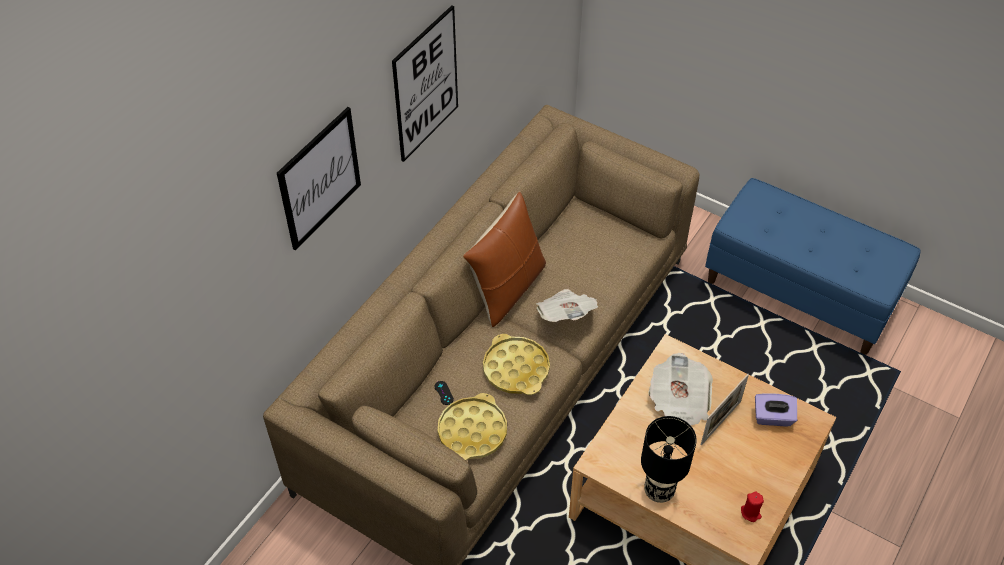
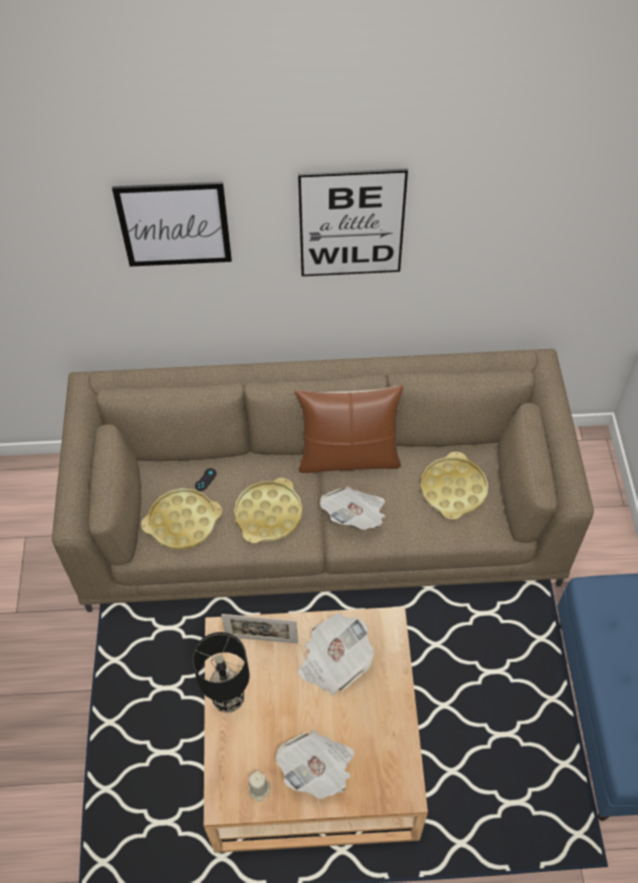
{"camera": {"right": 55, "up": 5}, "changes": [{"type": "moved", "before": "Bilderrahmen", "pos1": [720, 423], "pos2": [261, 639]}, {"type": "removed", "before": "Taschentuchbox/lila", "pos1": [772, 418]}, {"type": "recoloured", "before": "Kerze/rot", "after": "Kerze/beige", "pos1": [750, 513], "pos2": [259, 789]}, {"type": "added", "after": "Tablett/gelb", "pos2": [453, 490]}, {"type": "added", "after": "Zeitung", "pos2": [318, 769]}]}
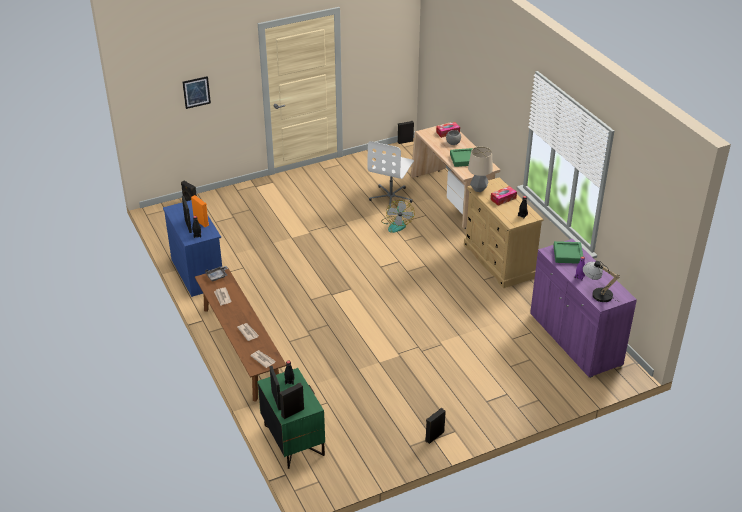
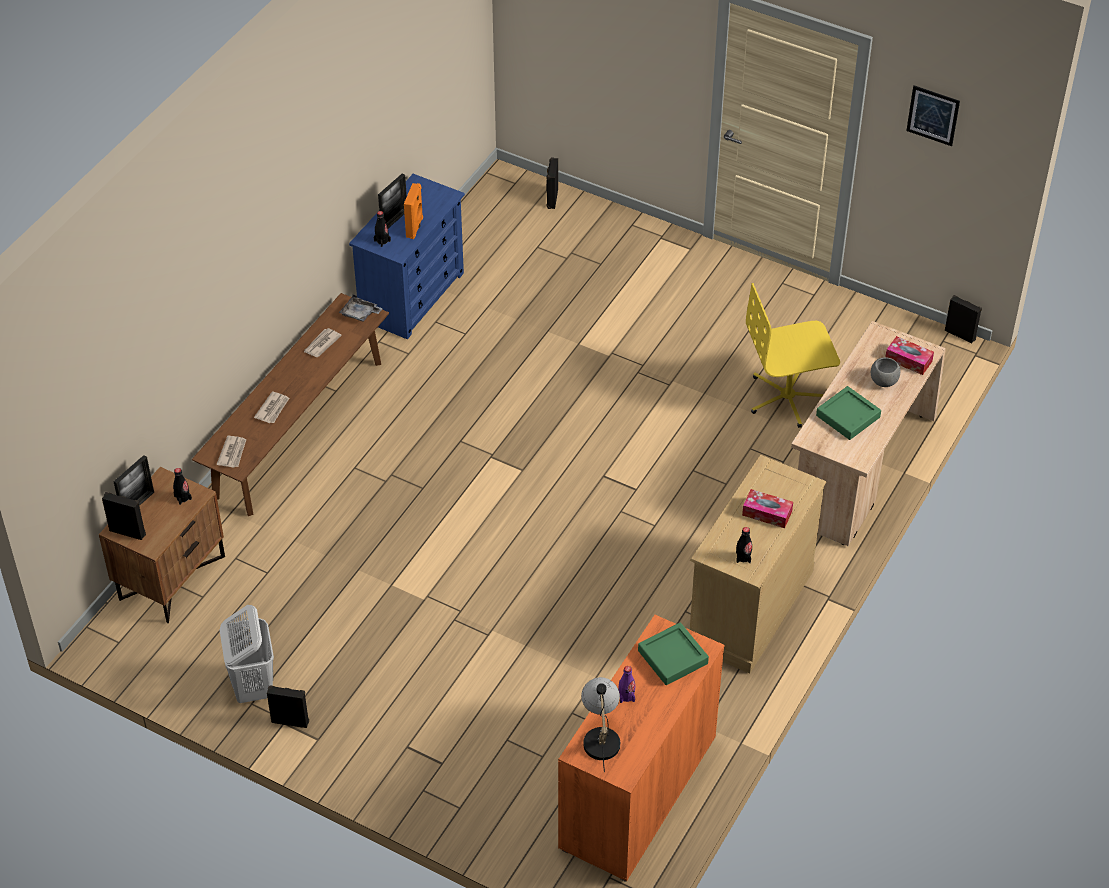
{"camera": {"right": 55, "up": 10}, "changes": [{"type": "moved", "before": "Bild", "pos1": [196, 92], "pos2": [933, 115]}, {"type": "recoloured", "before": "Bürostuhl/weiß", "after": "Bürostuhl/gelb", "pos1": [391, 197], "pos2": [788, 398]}, {"type": "removed", "before": "Tischlampe", "pos1": [478, 189]}, {"type": "removed", "before": "Ventilator", "pos1": [397, 224]}, {"type": "recoloured", "before": "Schrank/lila", "after": "Schrank/orange", "pos1": [575, 339], "pos2": [637, 793]}, {"type": "recoloured", "before": "Nachttisch/grün", "after": "Nachttisch/braun", "pos1": [293, 440], "pos2": [171, 577]}, {"type": "added", "after": "Wäschekorb/weiß", "pos2": [253, 686]}]}
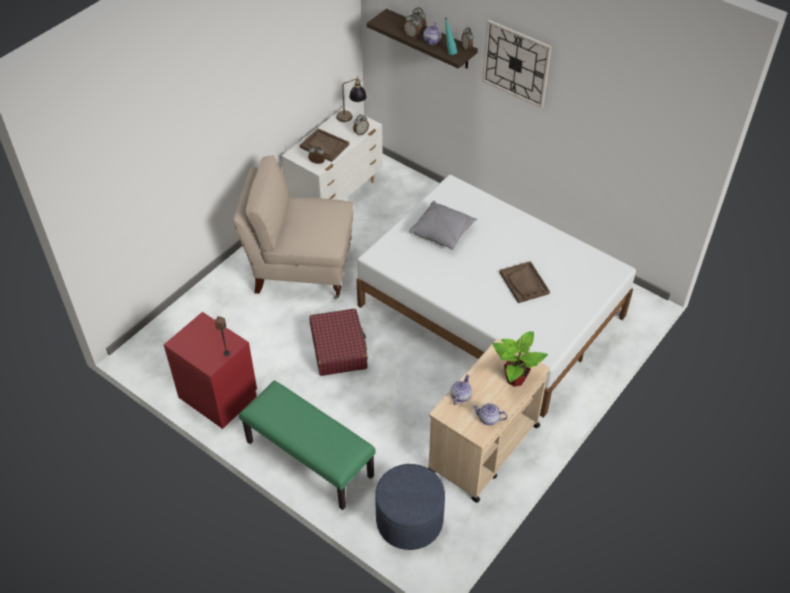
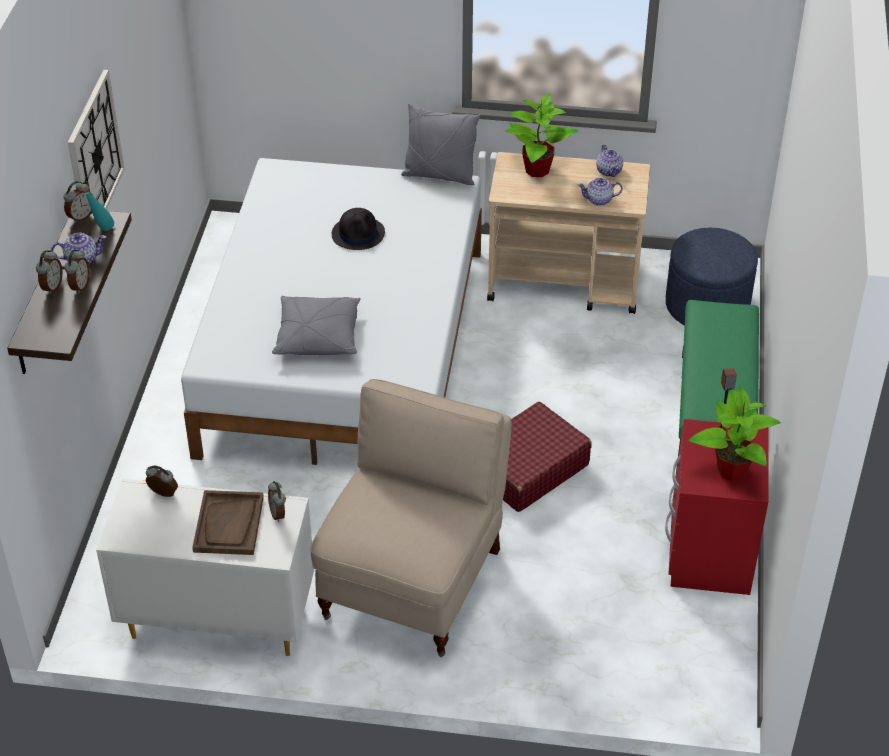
{"camera": {"right": -120, "up": -5}, "changes": [{"type": "removed", "before": "Tischlampe", "pos1": [351, 117]}, {"type": "turned", "before": "Stuhl/beige", "pos1": [301, 269], "pos2": [413, 582], "turn": -135}, {"type": "replaced", "before": "Tablett/braun", "after": "Hut/schwarz", "pos1": [524, 283], "pos2": [358, 234]}, {"type": "added", "after": "Kissen/grau", "pos2": [439, 175]}, {"type": "added", "after": "Topfpflanze", "pos2": [731, 470]}]}
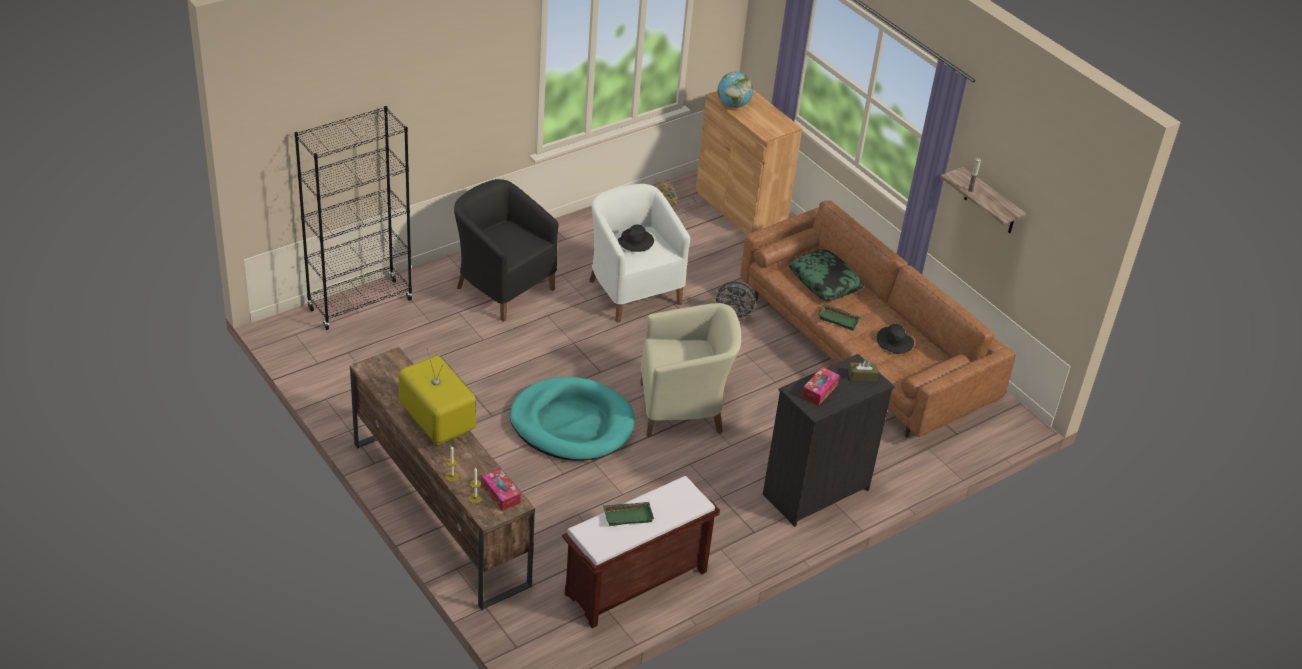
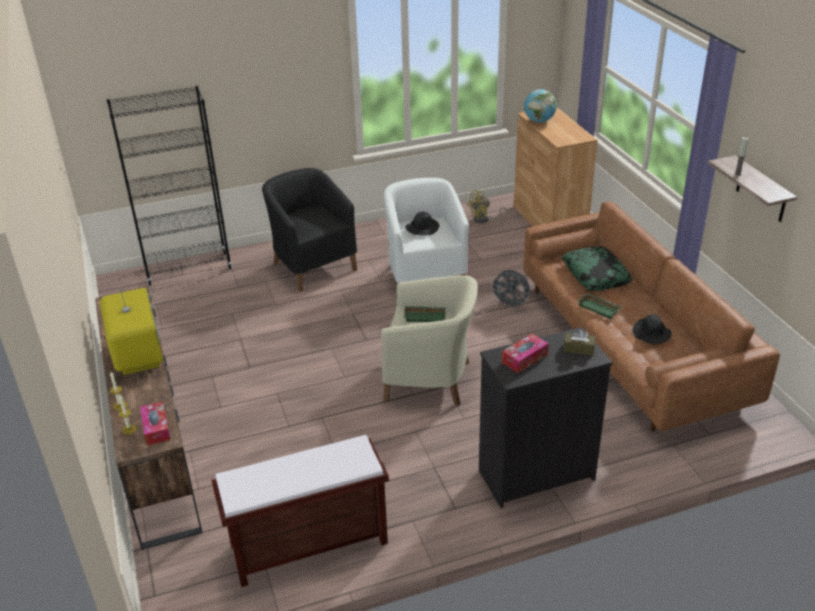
{"camera": {"right": 20, "up": -5}, "changes": [{"type": "removed", "before": "Hundebett/türkis", "pos1": [572, 423]}, {"type": "moved", "before": "Tablett/grün", "pos1": [628, 515], "pos2": [425, 316]}]}
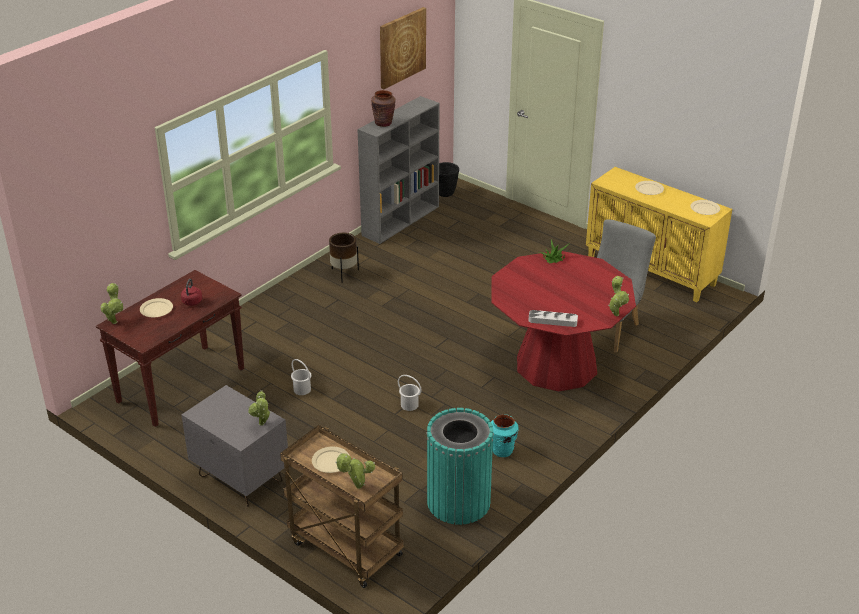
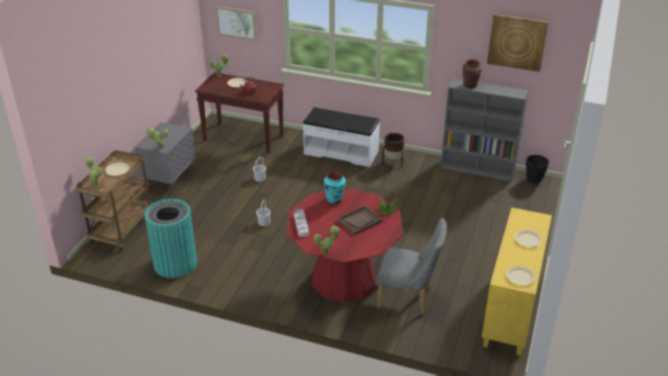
{"camera": {"right": 70, "up": 0}, "changes": [{"type": "moved", "before": "Vase/türkis", "pos1": [502, 451], "pos2": [334, 199]}, {"type": "added", "after": "Bild", "pos2": [237, 22]}, {"type": "added", "after": "Bank/weiß", "pos2": [341, 152]}, {"type": "added", "after": "Tablett/braun", "pos2": [359, 221]}]}
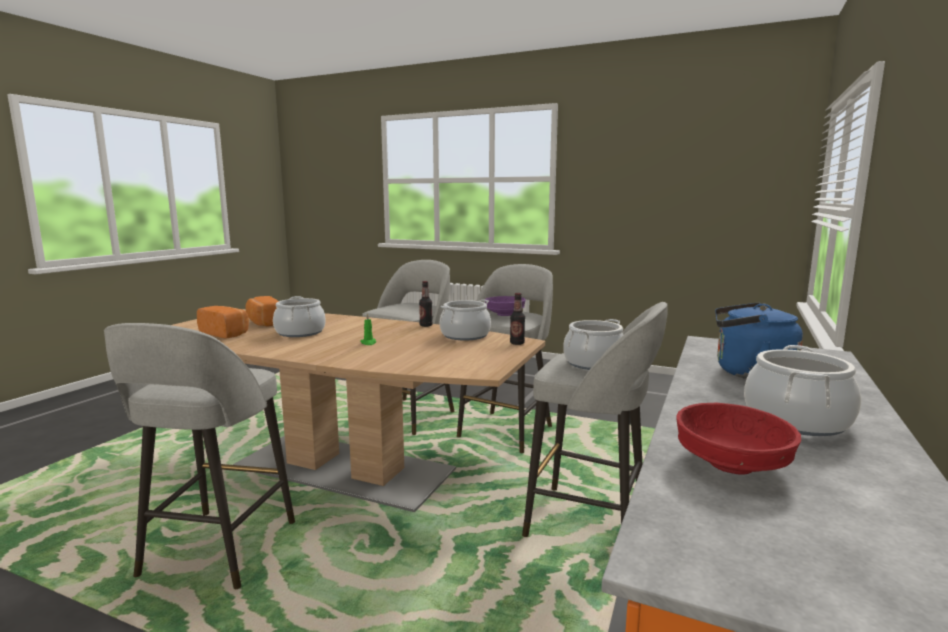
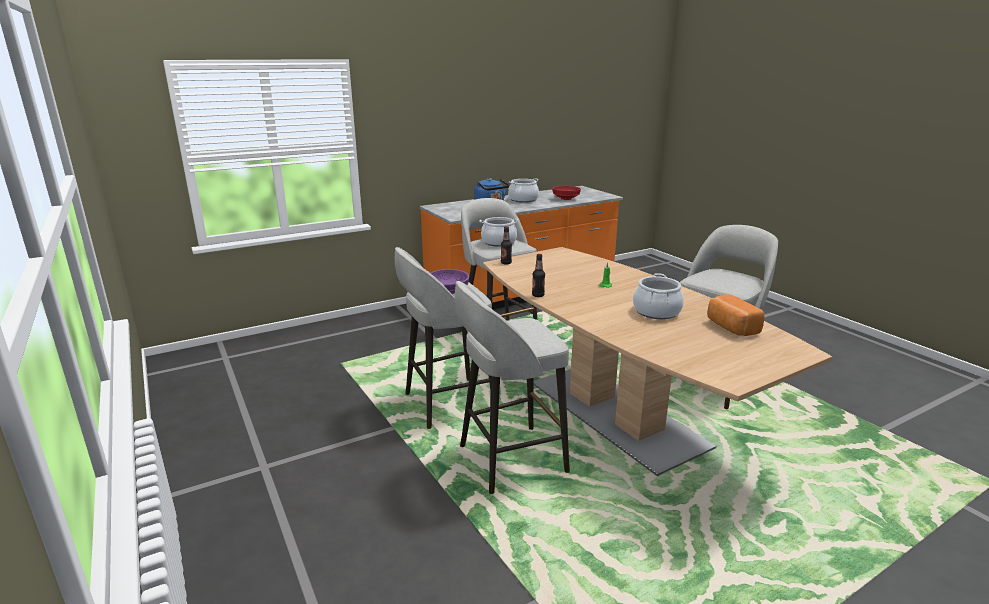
{"camera": {"right": -145, "up": 10}, "changes": [{"type": "removed", "before": "Brot", "pos1": [263, 323]}, {"type": "removed", "before": "Kochtopf", "pos1": [465, 335]}]}
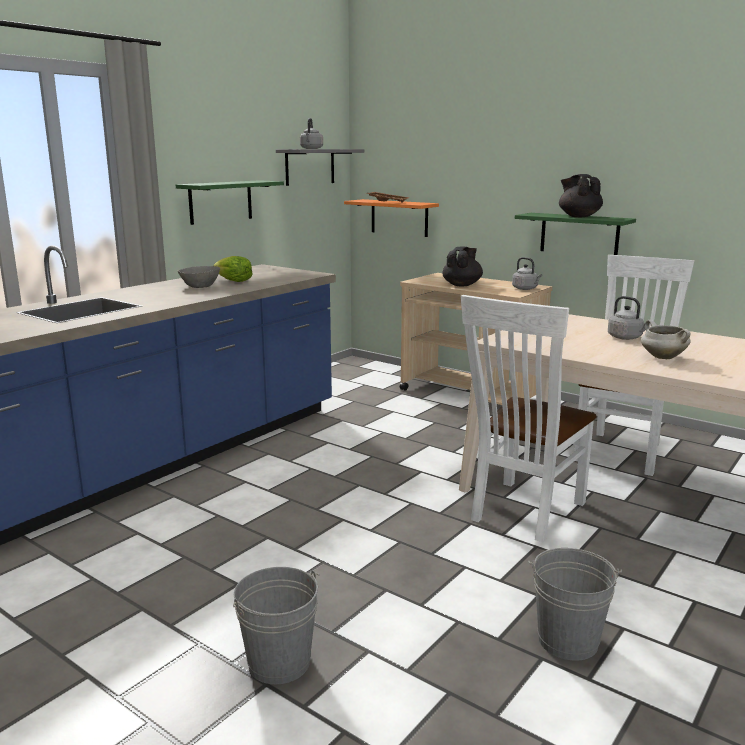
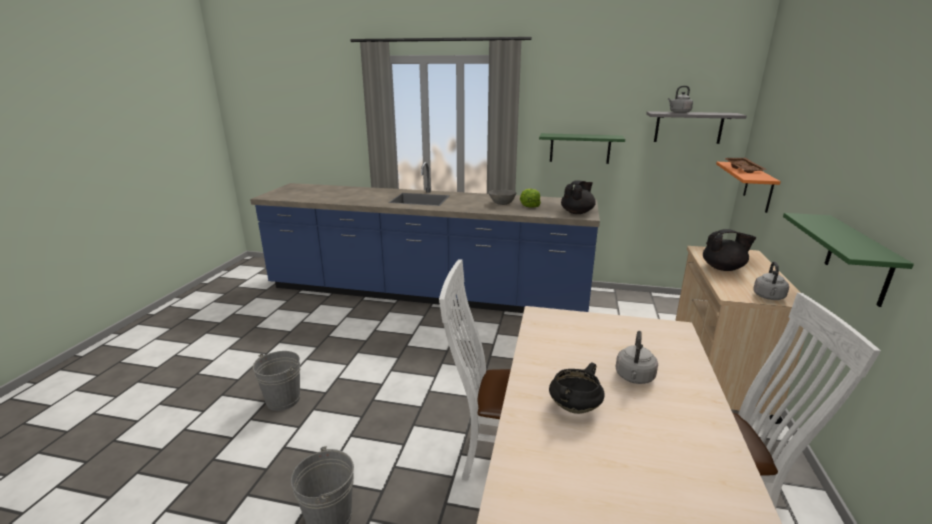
{"camera": {"right": 65, "up": 5}, "changes": [{"type": "moved", "before": "Teekanne/schwarz", "pos1": [578, 216], "pos2": [577, 212]}, {"type": "recoloured", "before": "Kochtopf/weiß", "after": "Kochtopf/schwarz", "pos1": [662, 357], "pos2": [574, 406]}]}
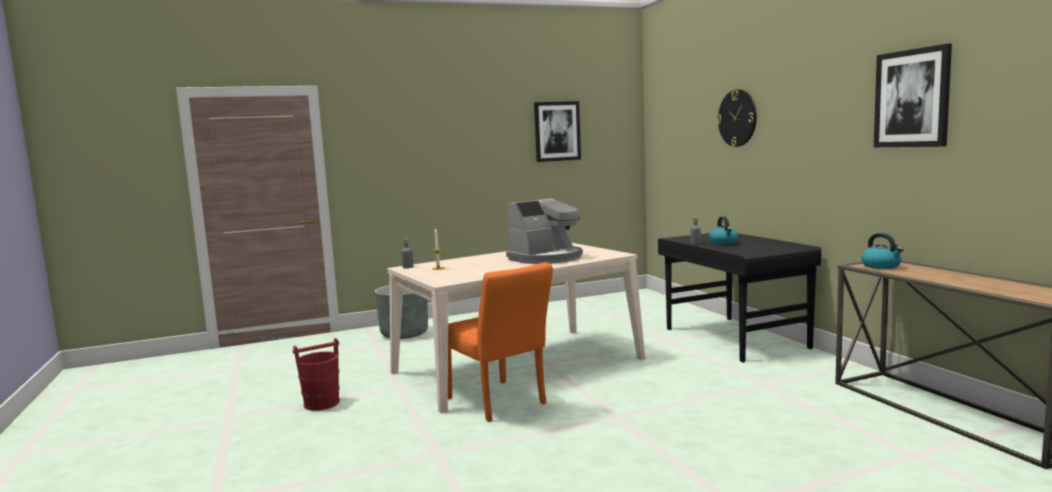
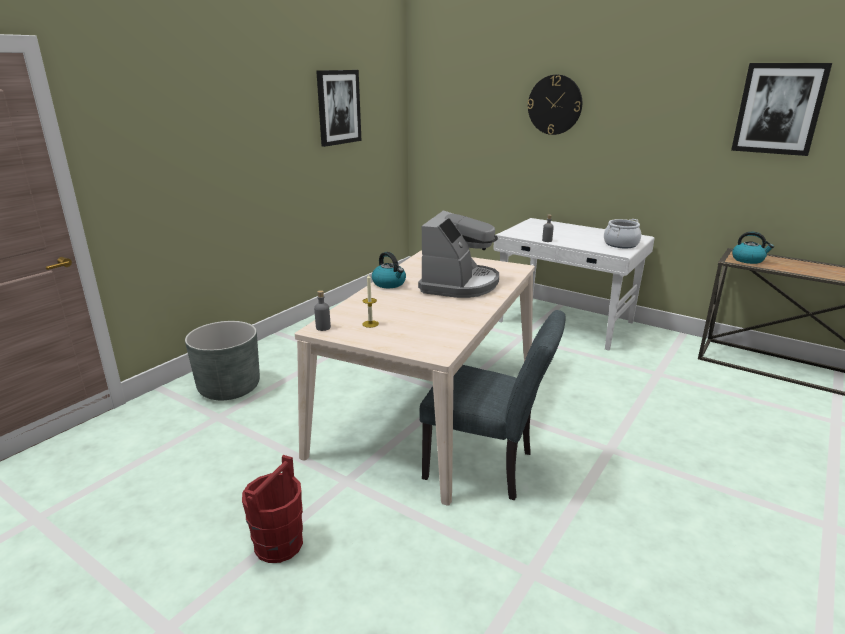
{"camera": {"right": -35, "up": 15}, "changes": [{"type": "moved", "before": "Wasserkessel", "pos1": [723, 242], "pos2": [389, 283]}, {"type": "recoloured", "before": "Schreibtisch/schwarz", "after": "Schreibtisch/weiß", "pos1": [734, 338], "pos2": [565, 322]}, {"type": "recoloured", "before": "Stuhl/orange", "after": "Stuhl/grau", "pos1": [500, 403], "pos2": [487, 467]}, {"type": "added", "after": "Kochtopf", "pos2": [620, 244]}]}
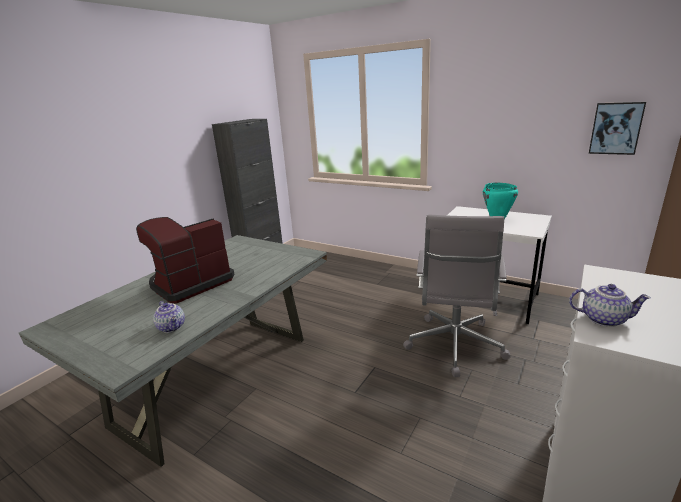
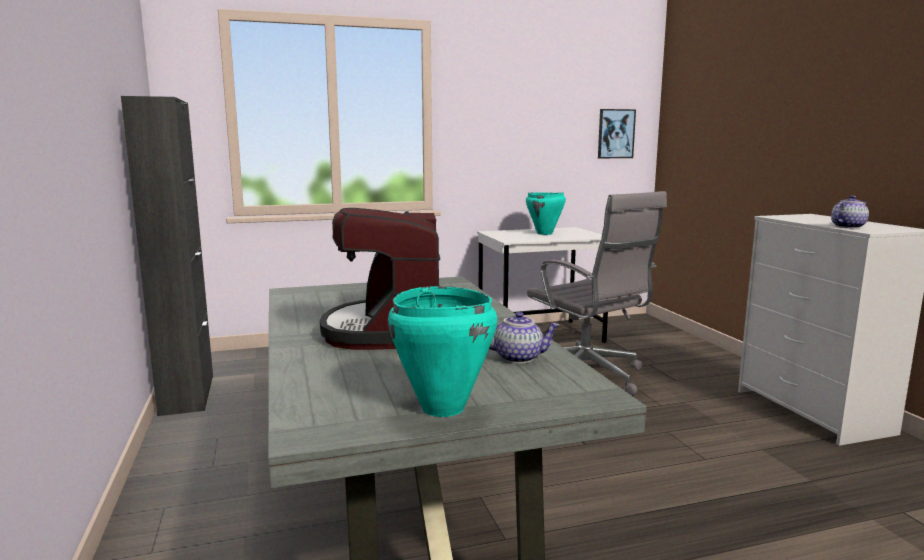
{"camera": {"right": -50, "up": -10}, "changes": [{"type": "added", "after": "Kochtopf/türkis", "pos2": [442, 408]}]}
